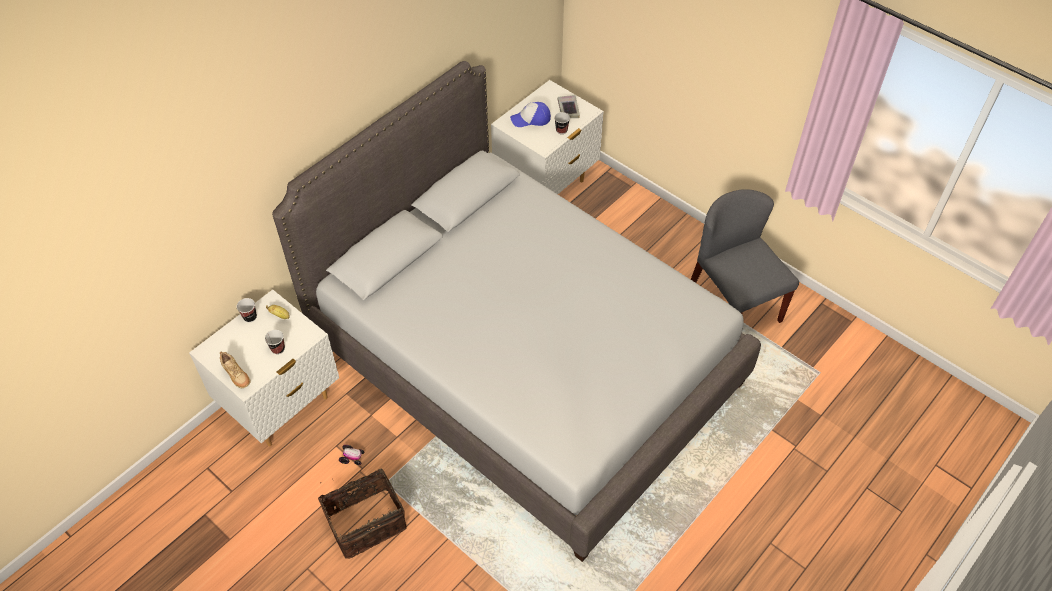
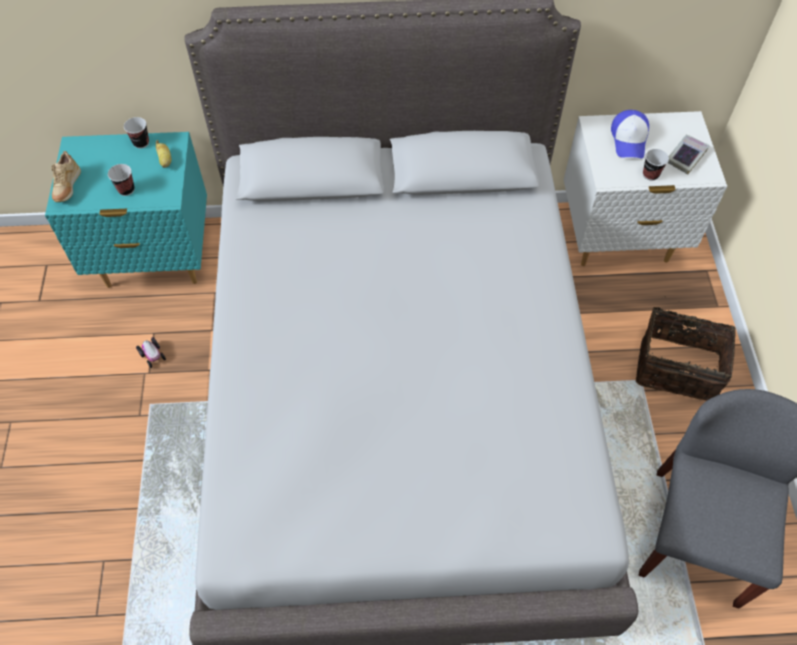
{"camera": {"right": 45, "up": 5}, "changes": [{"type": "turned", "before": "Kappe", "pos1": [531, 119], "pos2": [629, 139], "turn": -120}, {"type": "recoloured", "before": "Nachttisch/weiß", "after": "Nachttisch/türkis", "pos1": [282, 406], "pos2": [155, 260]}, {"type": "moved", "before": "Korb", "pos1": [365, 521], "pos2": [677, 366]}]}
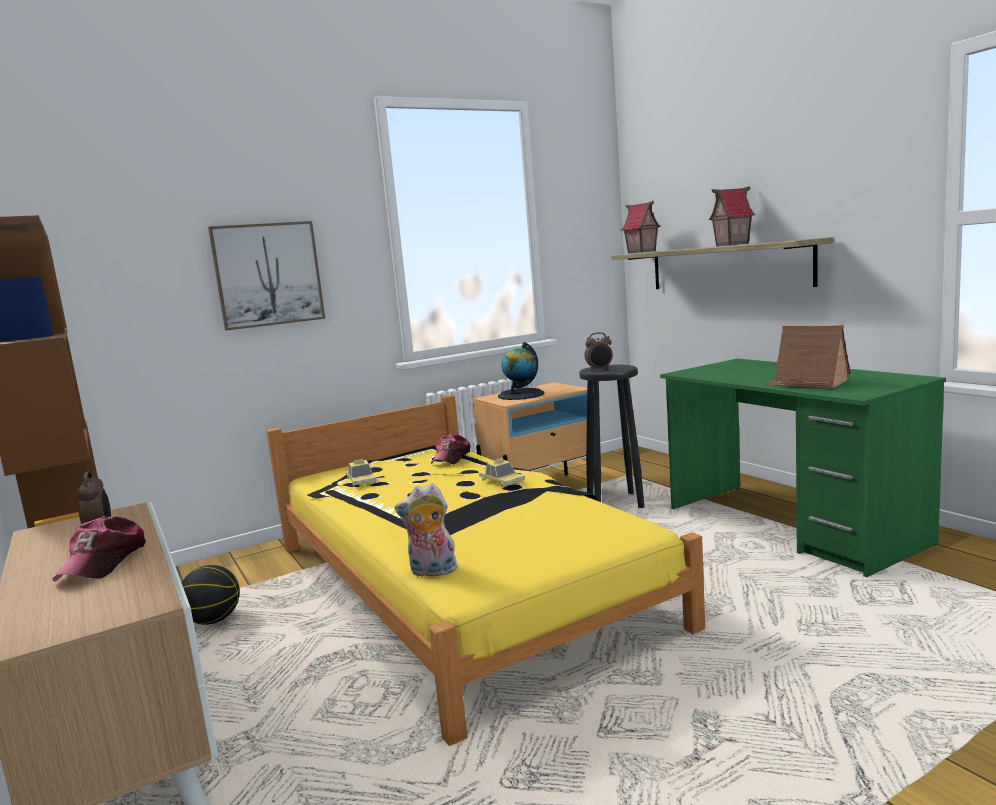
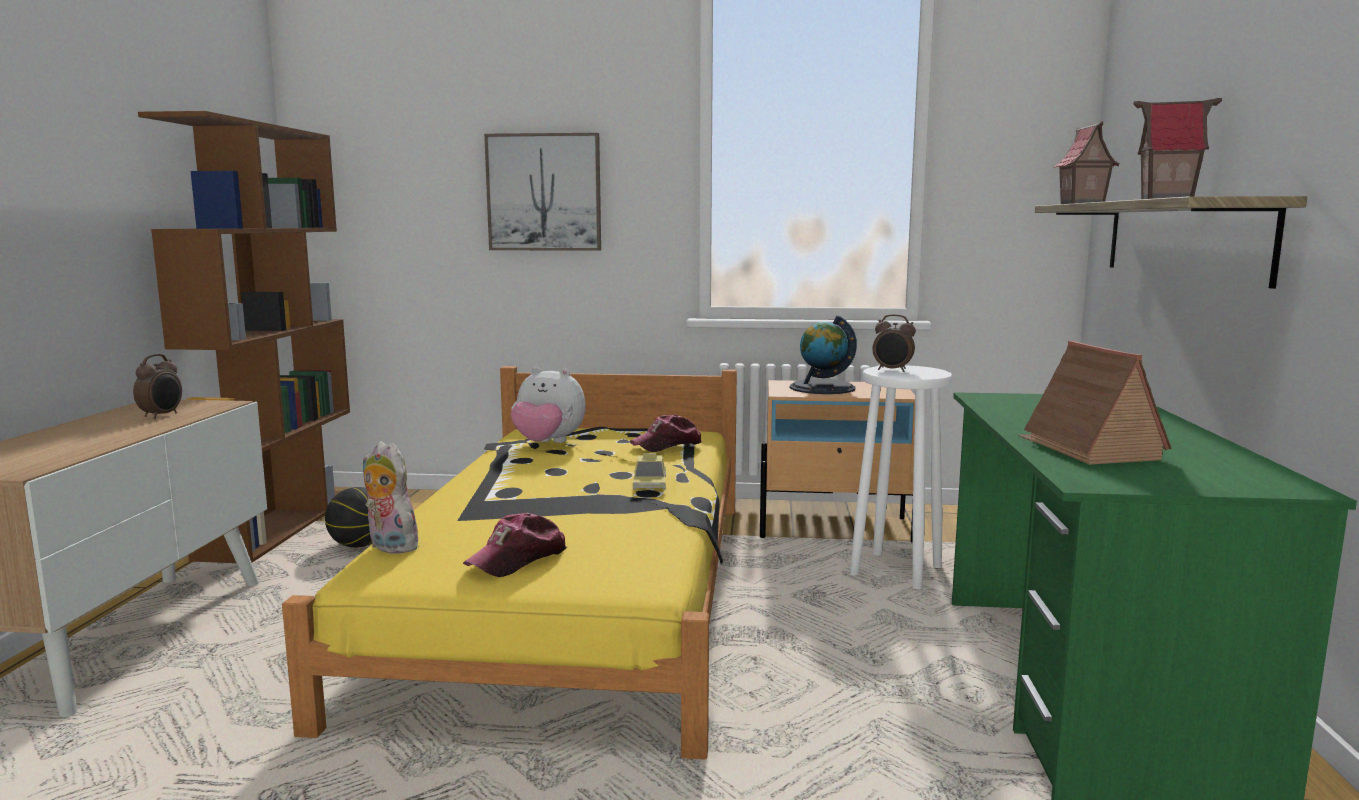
{"camera": {"right": 35, "up": 0}, "changes": [{"type": "recoloured", "before": "Hocker/schwarz", "after": "Hocker/weiß", "pos1": [616, 502], "pos2": [897, 571]}, {"type": "replaced", "before": "Spielzeugauto", "after": "Plüschtier", "pos1": [361, 480], "pos2": [548, 443]}, {"type": "moved", "before": "Kappe", "pos1": [104, 562], "pos2": [518, 559]}]}
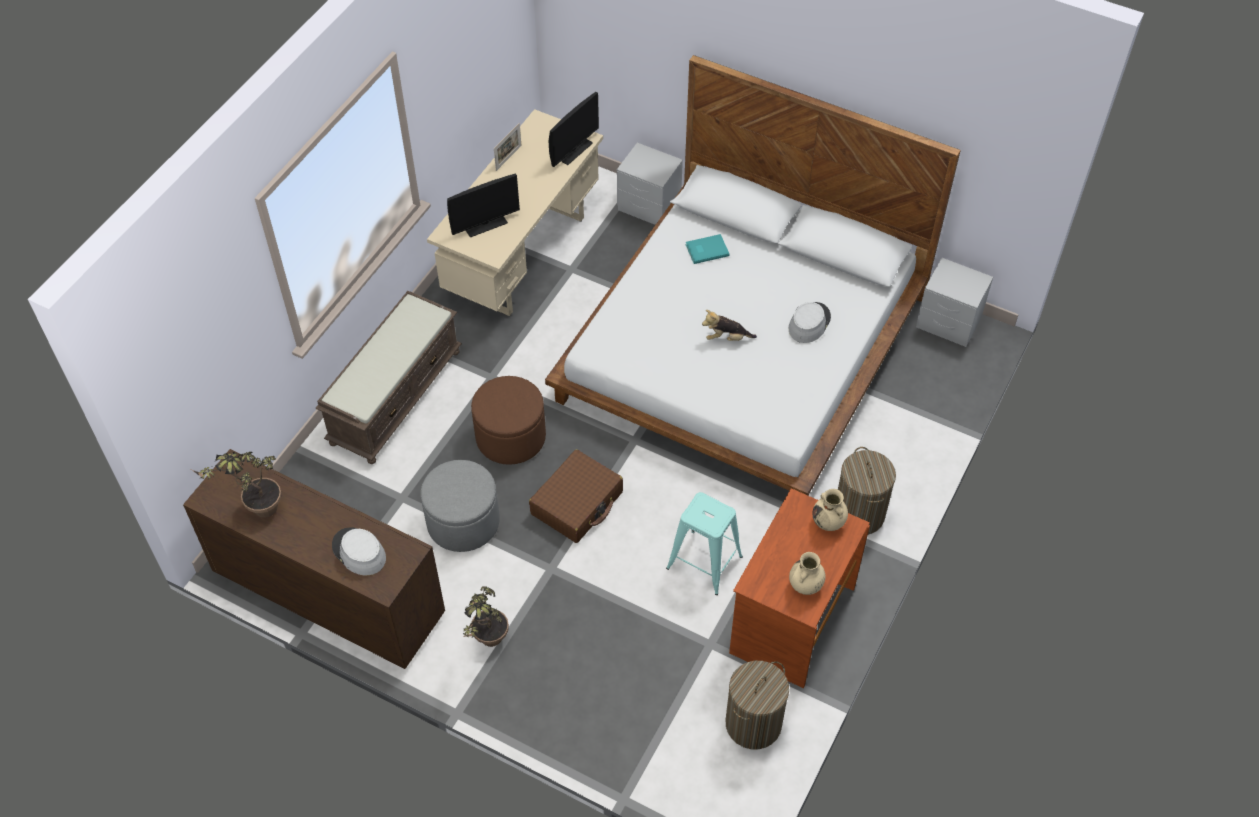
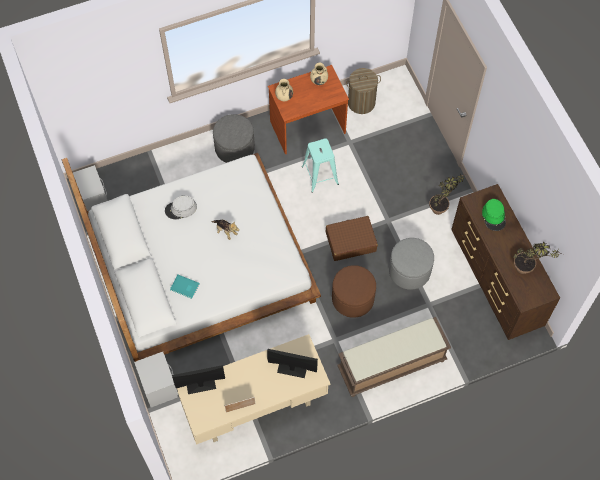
{"camera": {"right": -140, "up": 10}, "changes": [{"type": "replaced", "before": "Wäschekorb", "after": "Polsterhocker/grau", "pos1": [859, 514], "pos2": [234, 147]}, {"type": "recoloured", "before": "Hut/grau", "after": "Hut/grün", "pos1": [358, 552], "pos2": [494, 216]}]}
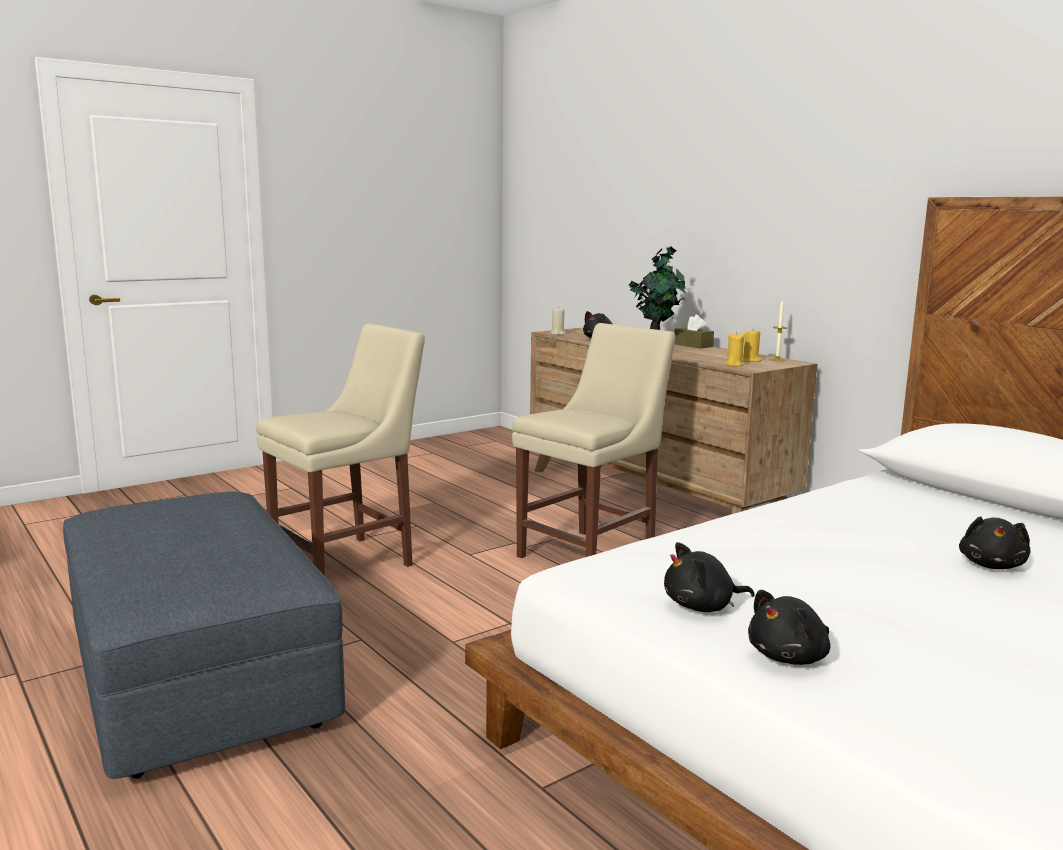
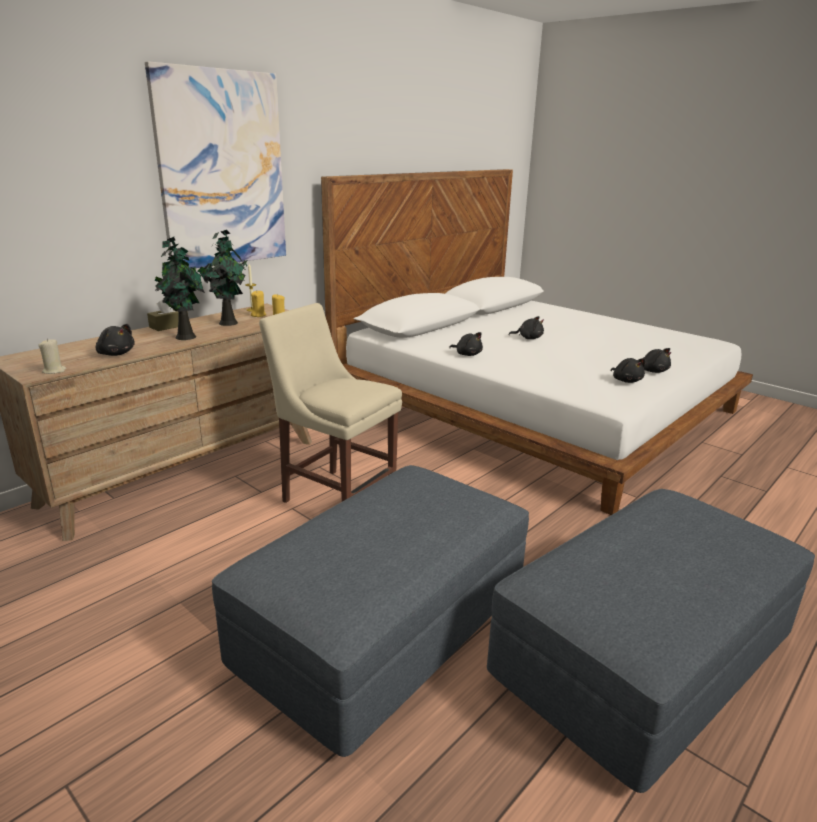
{"camera": {"right": -100, "up": 10}, "changes": [{"type": "replaced", "before": "Stuhl/beige", "after": "Polsterhocker/grau", "pos1": [348, 562], "pos2": [383, 629]}, {"type": "added", "after": "Bild", "pos2": [222, 170]}, {"type": "added", "after": "Topfpflanze", "pos2": [228, 322]}, {"type": "added", "after": "Plüschtier/schwarz", "pos2": [467, 354]}]}
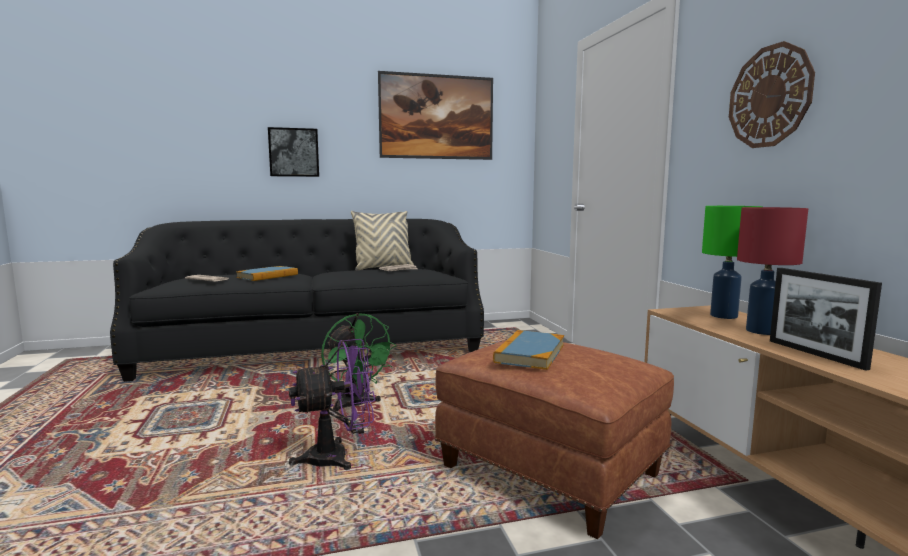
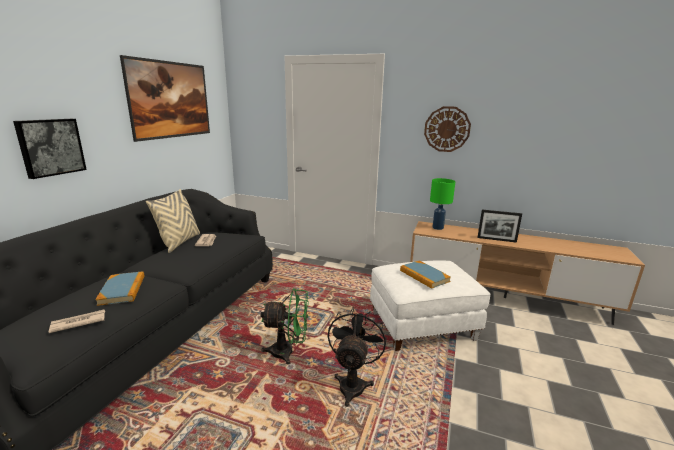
{"camera": {"right": -55, "up": 10}, "changes": [{"type": "removed", "before": "Tischlampe/rot", "pos1": [760, 331]}, {"type": "recoloured", "before": "Ventilator/lila", "after": "Ventilator/schwarz", "pos1": [338, 457], "pos2": [353, 383]}, {"type": "recoloured", "before": "Polsterhocker/braun", "after": "Polsterhocker/weiß", "pos1": [552, 471], "pos2": [422, 325]}]}
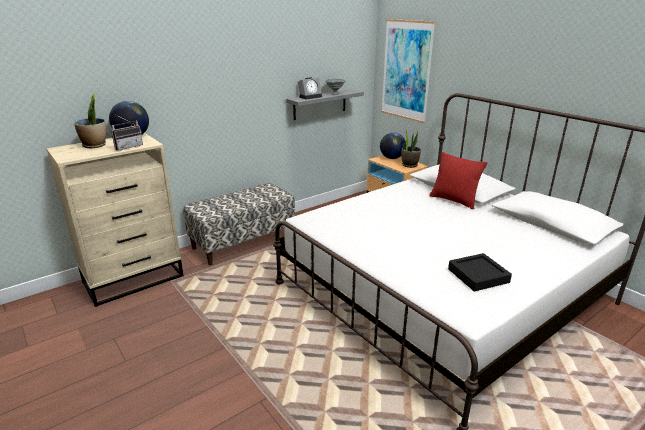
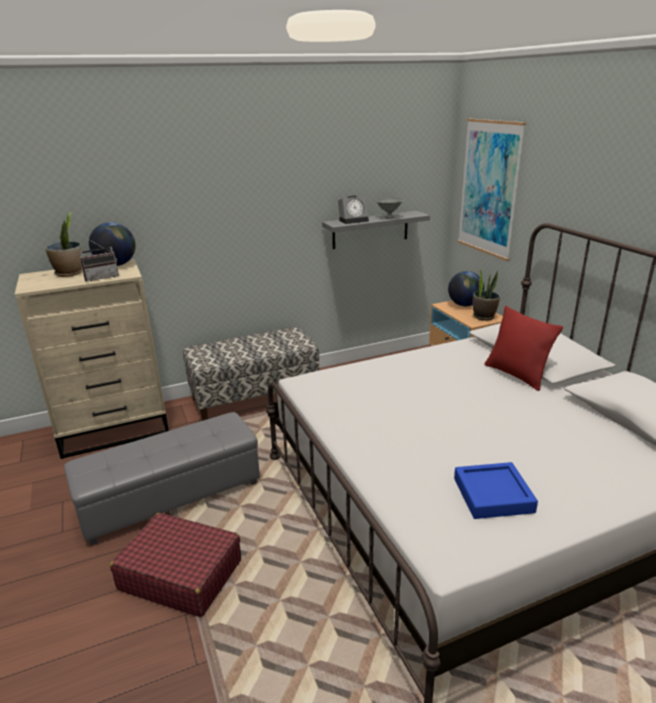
{"camera": {"right": 15, "up": 0}, "changes": [{"type": "recoloured", "before": "Tablett/schwarz", "after": "Tablett/blau", "pos1": [478, 276], "pos2": [493, 495]}, {"type": "added", "after": "Polsterhocker/grau", "pos2": [172, 496]}, {"type": "added", "after": "Koffer/rot", "pos2": [180, 574]}]}
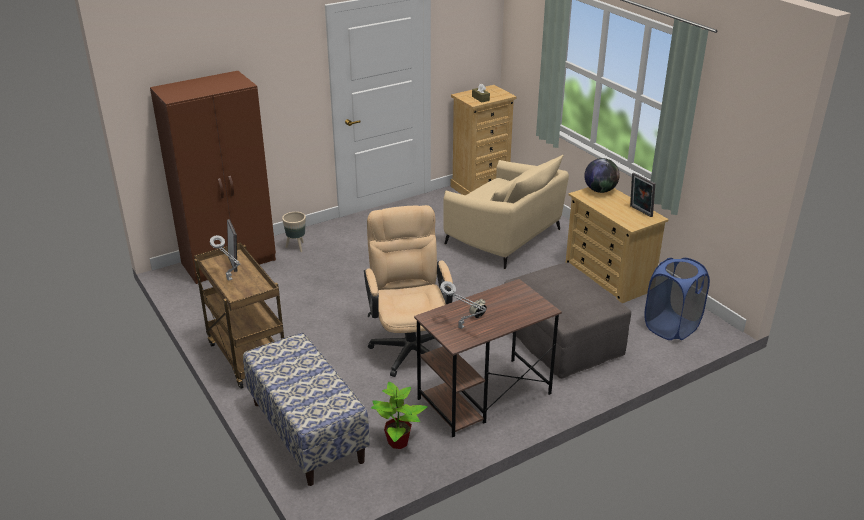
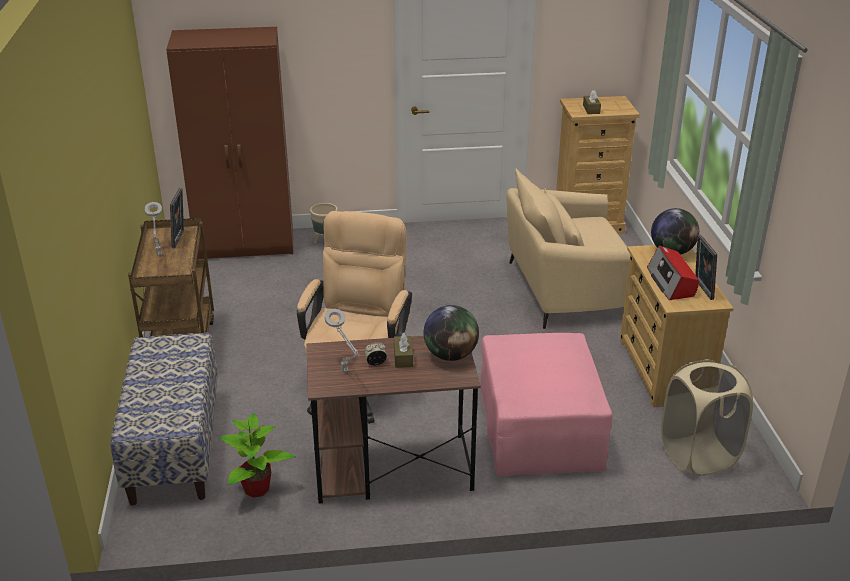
{"camera": {"right": 25, "up": 0}, "changes": [{"type": "turned", "before": "Sessel/beige", "pos1": [504, 237], "pos2": [568, 289], "turn": 105}, {"type": "recoloured", "before": "Wäschekorb/blau", "after": "Wäschekorb/beige", "pos1": [671, 327], "pos2": [698, 456]}, {"type": "recoloured", "before": "Polsterhocker/grau", "after": "Polsterhocker/rosa", "pos1": [561, 340], "pos2": [538, 430]}, {"type": "added", "after": "Radio", "pos2": [671, 283]}, {"type": "added", "after": "Globus", "pos2": [450, 355]}, {"type": "added", "after": "Taschentuchbox/braun", "pos2": [403, 357]}]}
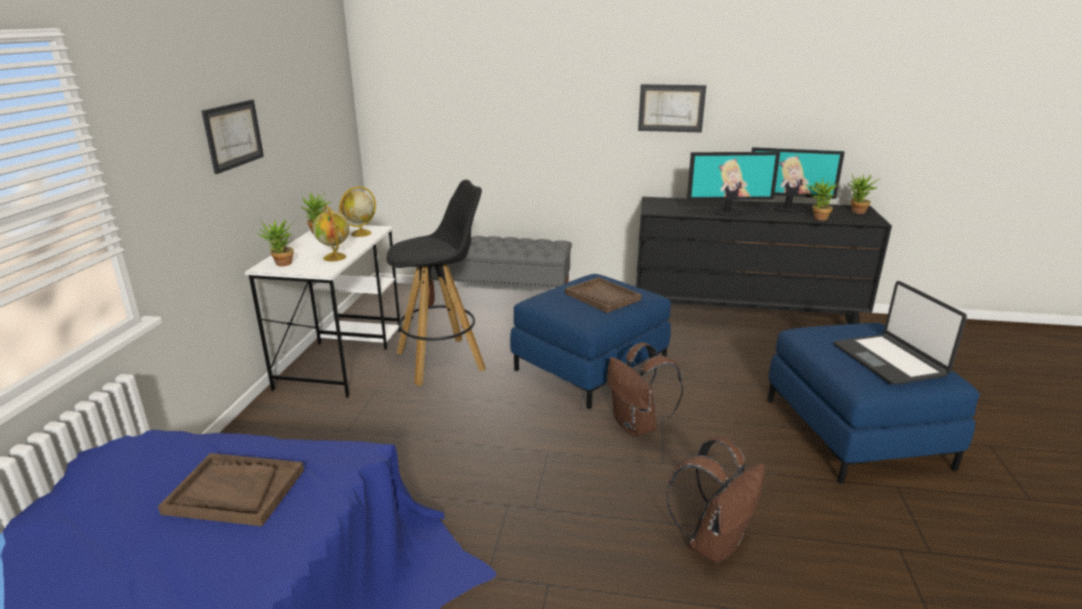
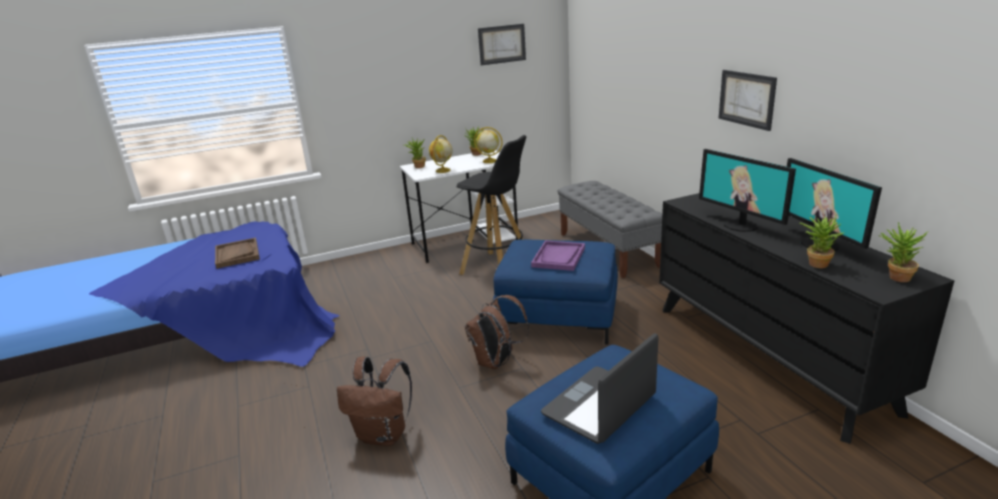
{"camera": {"right": 60, "up": 0}, "changes": [{"type": "moved", "before": "Bild", "pos1": [233, 135], "pos2": [502, 44]}, {"type": "recoloured", "before": "Tablett/braun", "after": "Tablett/lila", "pos1": [602, 297], "pos2": [559, 257]}]}
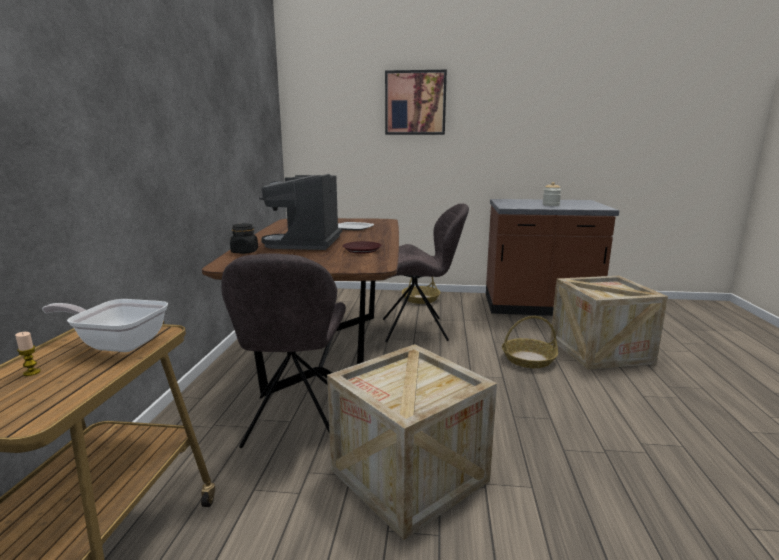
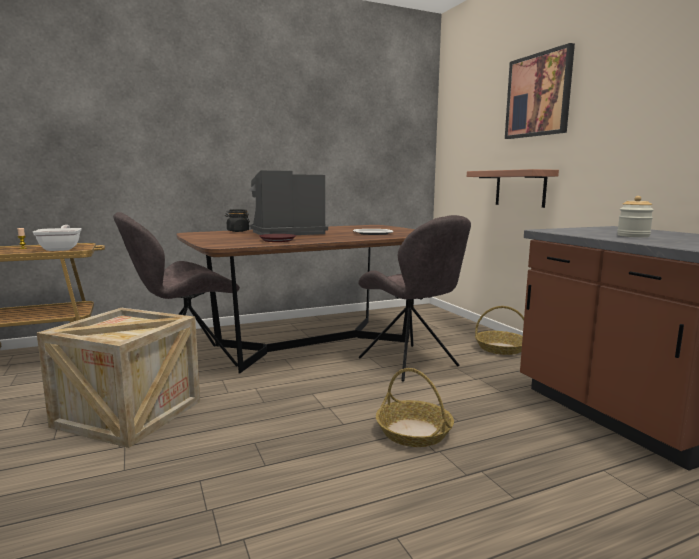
{"camera": {"right": 60, "up": -5}, "changes": [{"type": "removed", "before": "Kiste", "pos1": [600, 350]}, {"type": "added", "after": "Wandregal", "pos2": [520, 188]}]}
